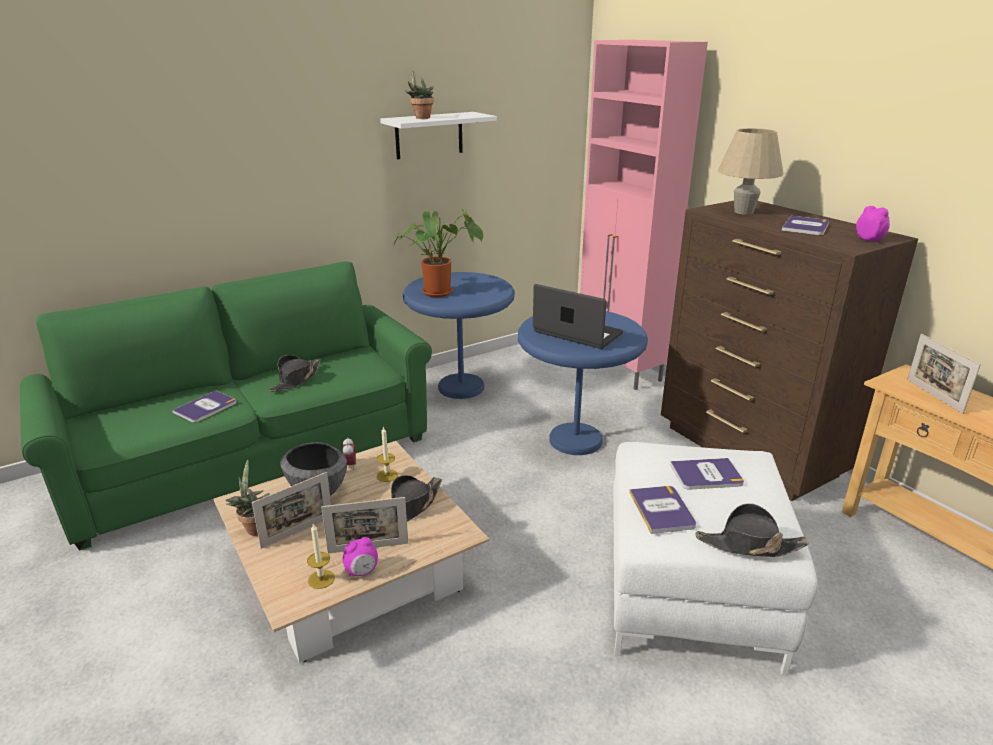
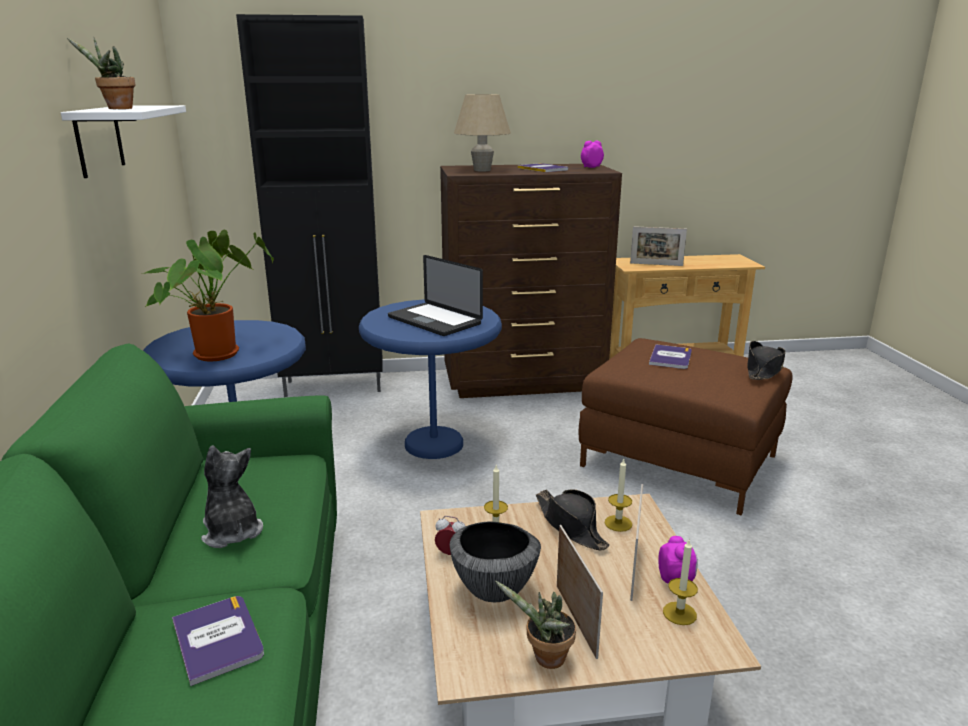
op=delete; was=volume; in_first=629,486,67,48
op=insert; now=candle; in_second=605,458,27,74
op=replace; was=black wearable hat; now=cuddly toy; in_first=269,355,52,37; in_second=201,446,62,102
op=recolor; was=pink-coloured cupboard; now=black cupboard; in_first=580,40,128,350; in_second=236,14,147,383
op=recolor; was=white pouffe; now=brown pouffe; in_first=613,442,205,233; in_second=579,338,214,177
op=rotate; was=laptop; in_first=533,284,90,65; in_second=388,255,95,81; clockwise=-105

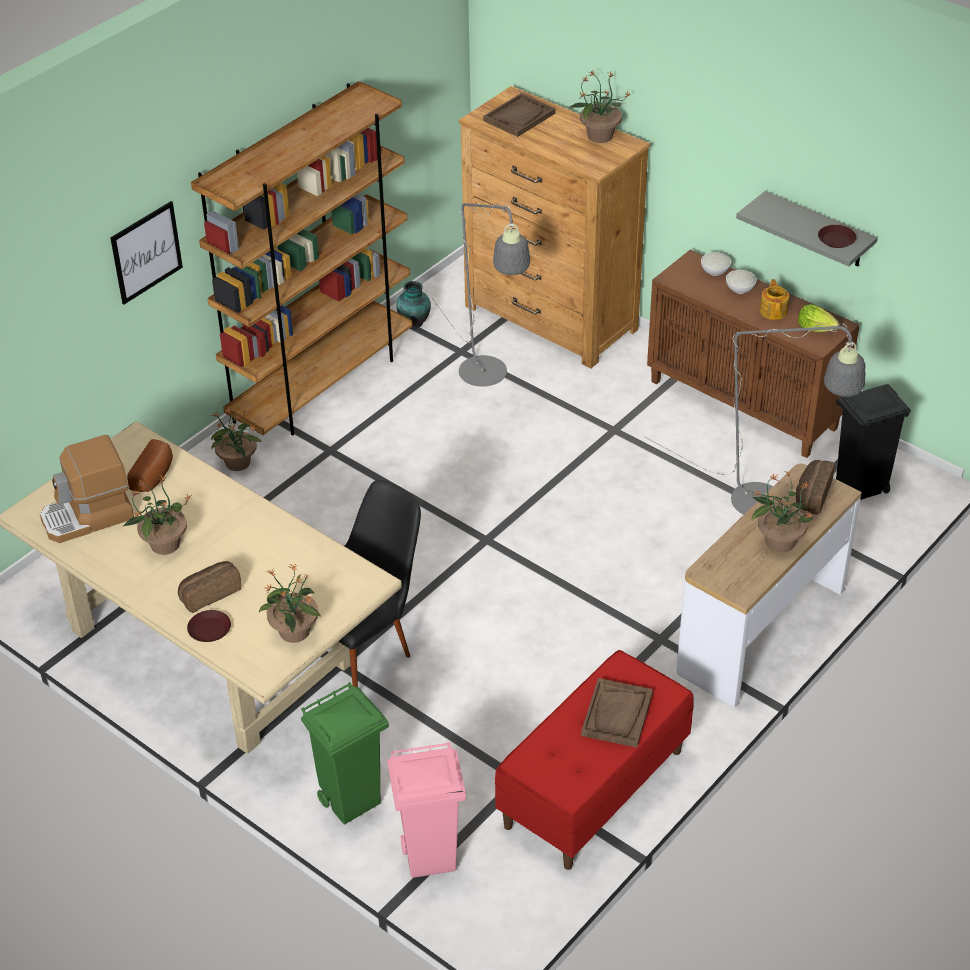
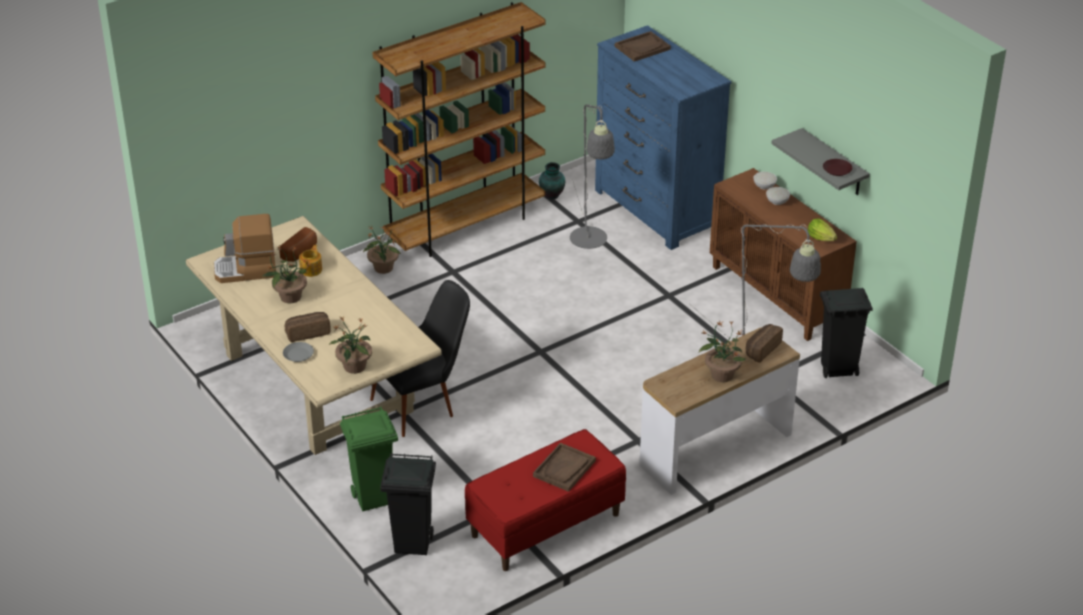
op=delete; was=wall art; in_first=110,201,73,103
op=delete; was=plant in a pot; in_first=569,71,61,72
op=move; was=pot for tea; in_first=760,279,29,41; in_second=299,245,23,32
op=recolor; was=brown plate; now=greyish plate; in_first=187,610,44,32; in_second=283,342,31,20
op=recolor; was=pink-coloured waste bin; now=black waste bin; in_first=387,742,79,136; in_second=380,454,56,101
op=recolor; was=brown chest of drawers; now=bluish chest of drawers; in_first=459,86,192,282; in_second=595,25,136,225

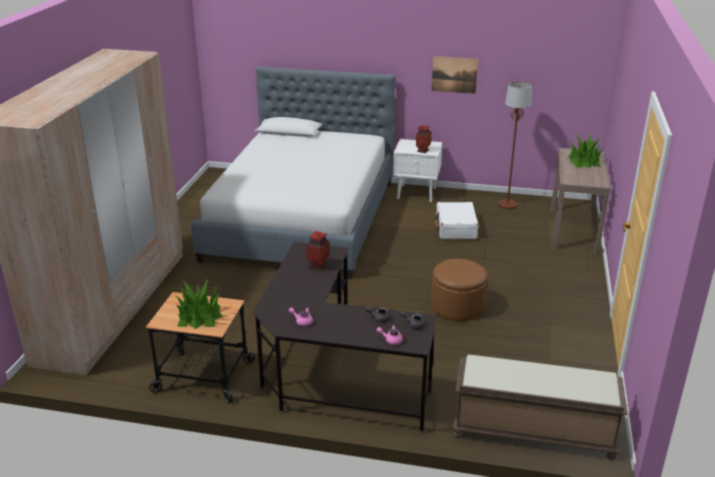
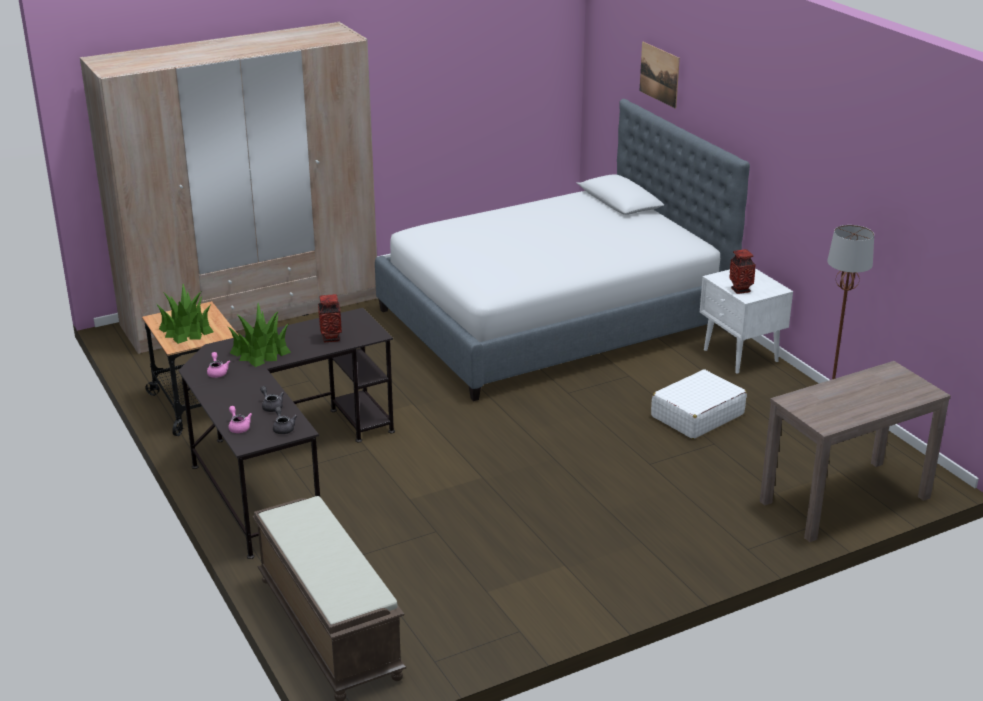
op=delete; was=brown pouffe; in_first=431,259,56,62
op=move; was=wall art; in_first=432,56,46,38; in_second=639,42,41,67
op=move; was=plant in a pot; in_first=568,133,35,35; in_second=227,303,64,64

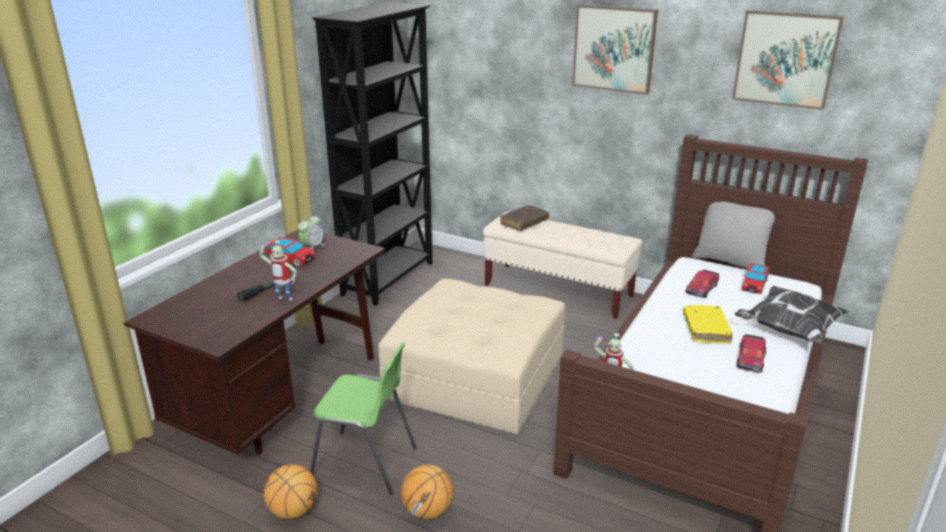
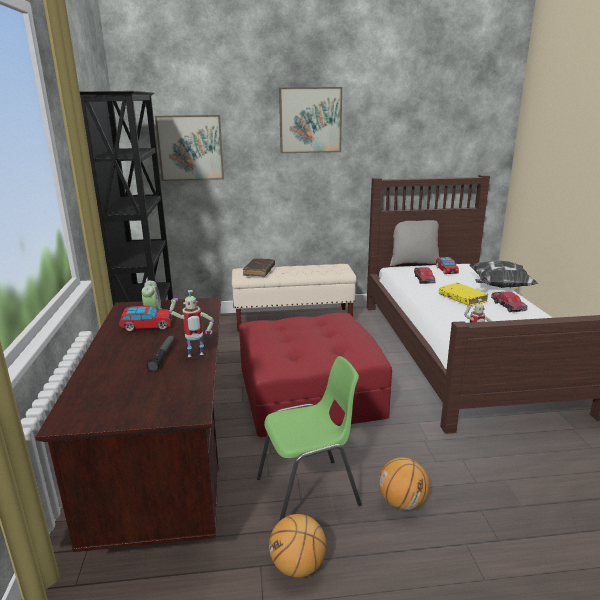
op=move; was=wall art; in_first=732,10,112,100; in_second=155,115,69,66
op=recolor; was=sand-coloured pouffe; now=red-coloured pouffe; in_first=378,279,187,155; in_second=239,313,153,124

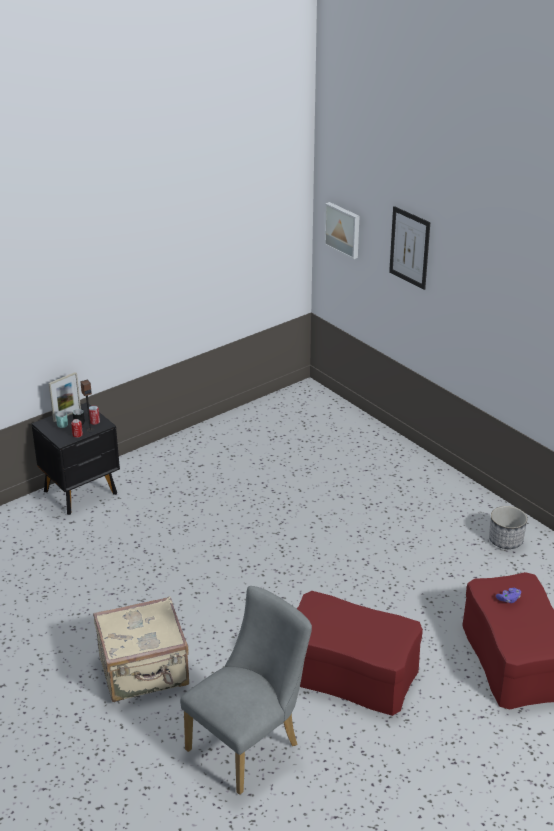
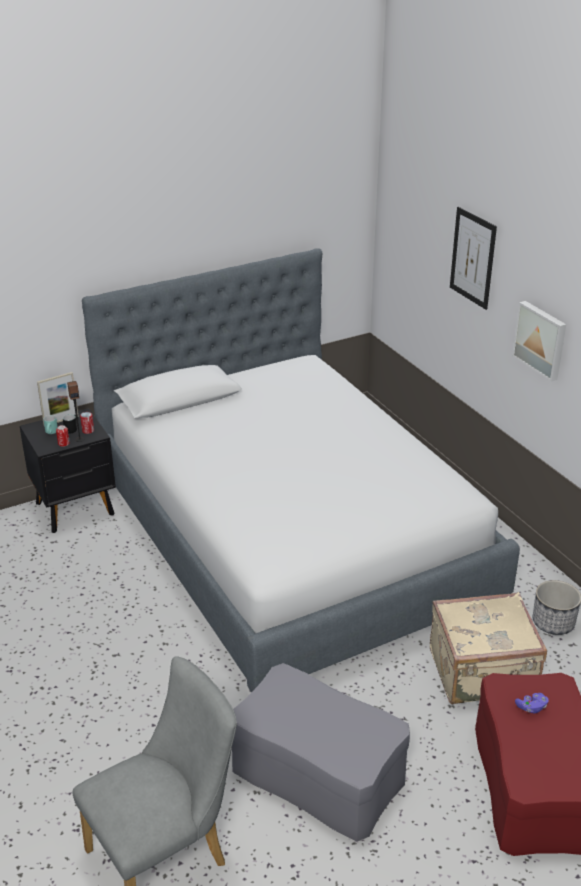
op=insert; now=sleeping bed; in_second=82,249,438,443
op=move; was=sand-coloured travel case; in_first=93,596,96,106; in_second=430,592,117,112
op=move; was=wall art; in_first=324,202,36,57; in_second=512,301,54,81
op=recolor; was=red-coloured pouffe; now=greyish pouffe; in_first=297,591,126,125; in_second=232,663,178,178

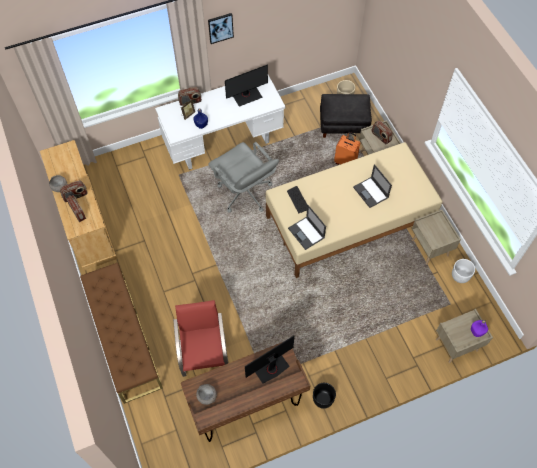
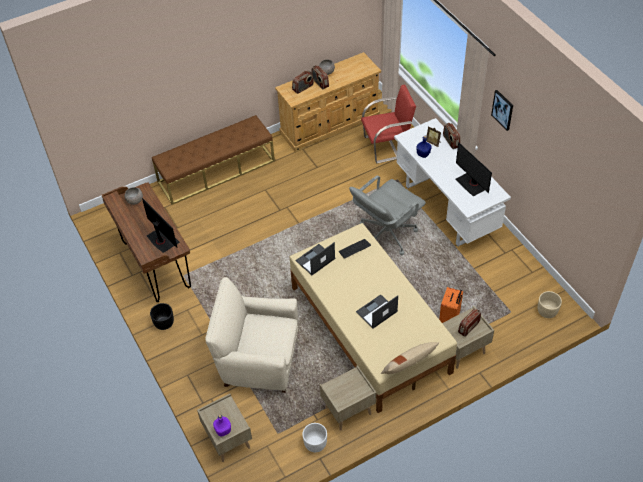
op=delete; was=black pouffe; in_first=320,94,52,44
op=insert; now=sand-coloured armchair; in_second=205,277,93,116
op=insert; now=sand-coloured pillow; in_second=381,342,58,32
op=move; was=red-coloured upright chair; in_first=173,300,55,77; in_second=361,85,55,78

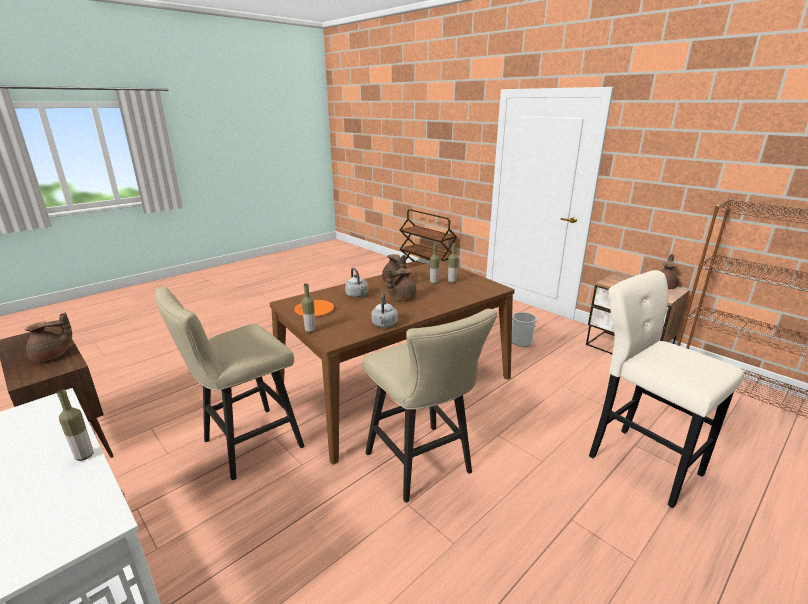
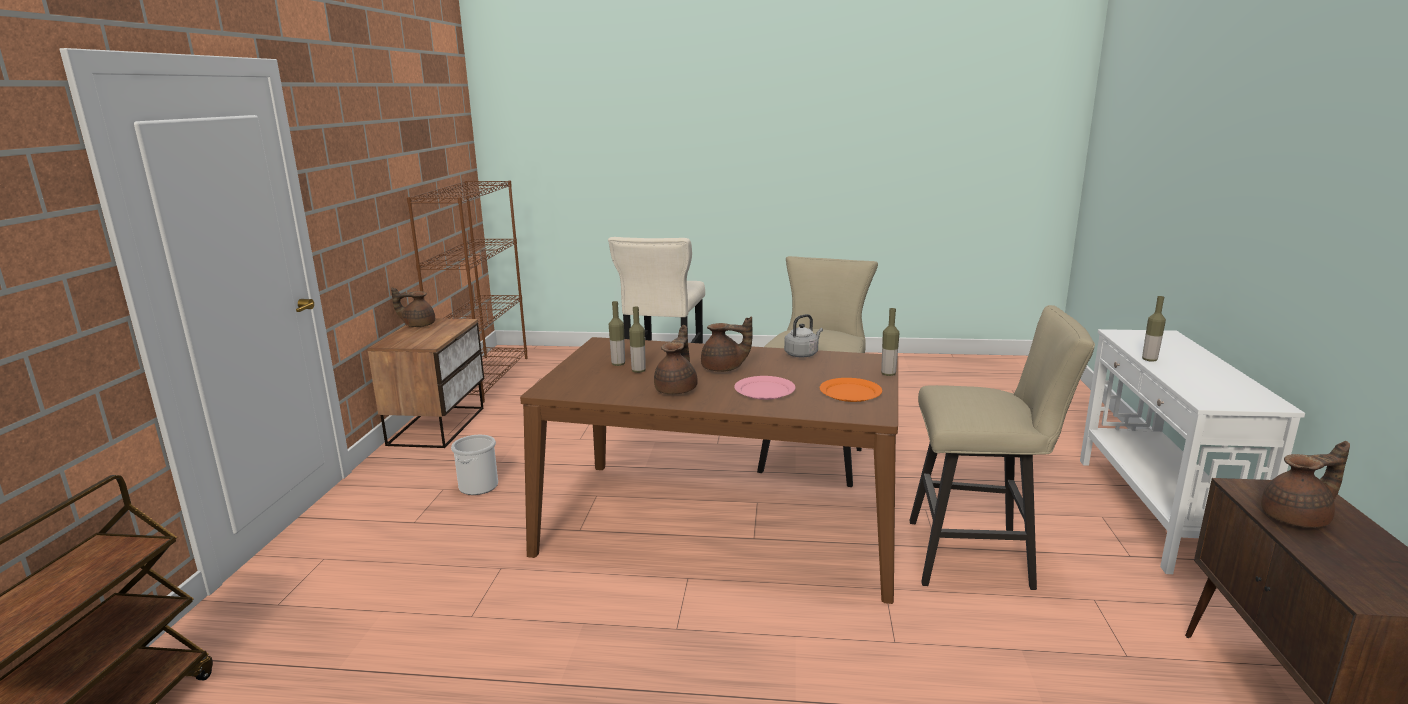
op=replace; was=greyish kettle; now=pink-coloured plate; in_first=345,268,23,30; in_second=734,376,62,24
op=rotate; was=brown pot for tea; in_first=25,312,47,50; in_second=1261,441,89,87; clockwise=150

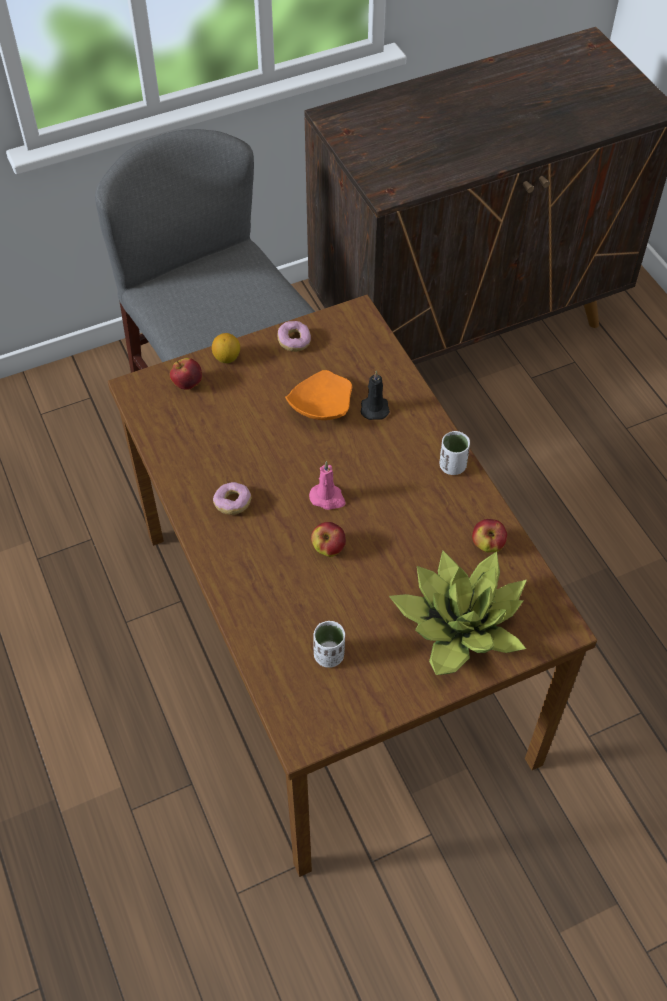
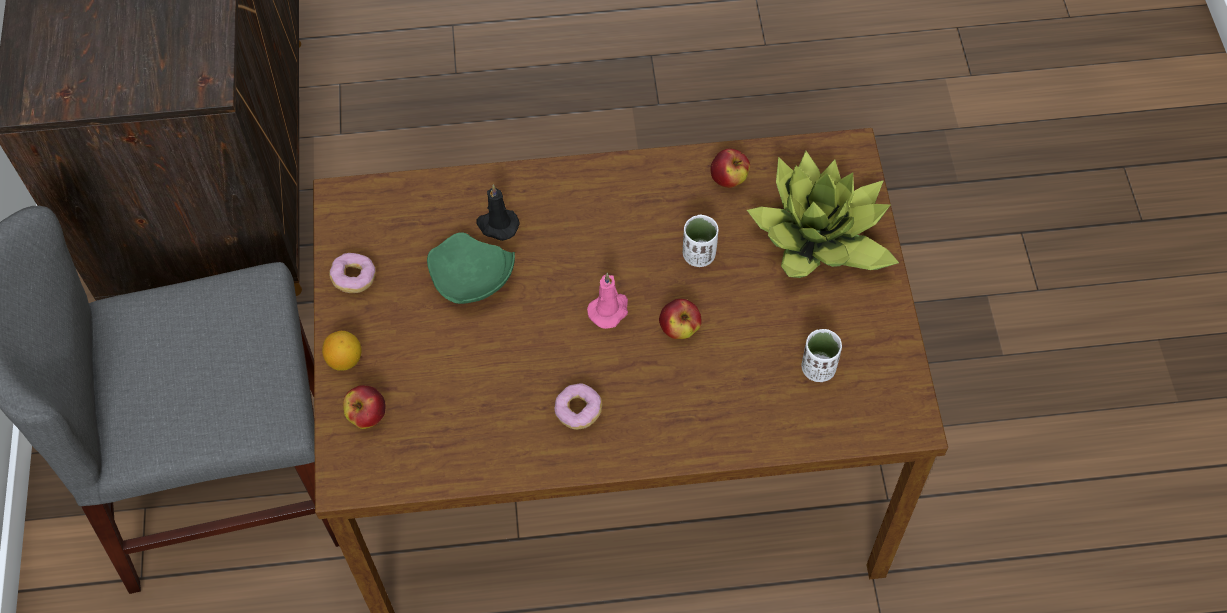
op=move; was=white small cup; in_first=440,431,30,44; in_second=683,214,35,53
op=recolor; was=orangey plate; now=green-coloured plate; in_first=285,370,67,50; in_second=427,232,88,72

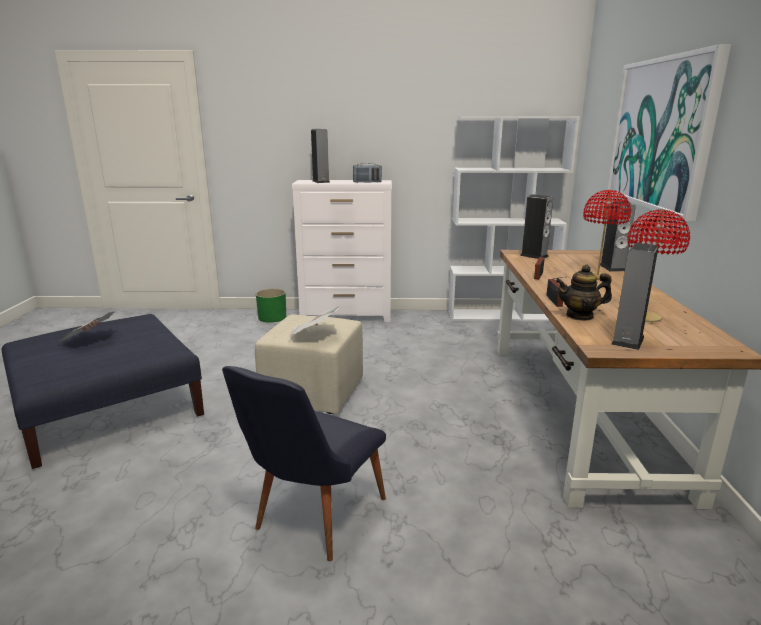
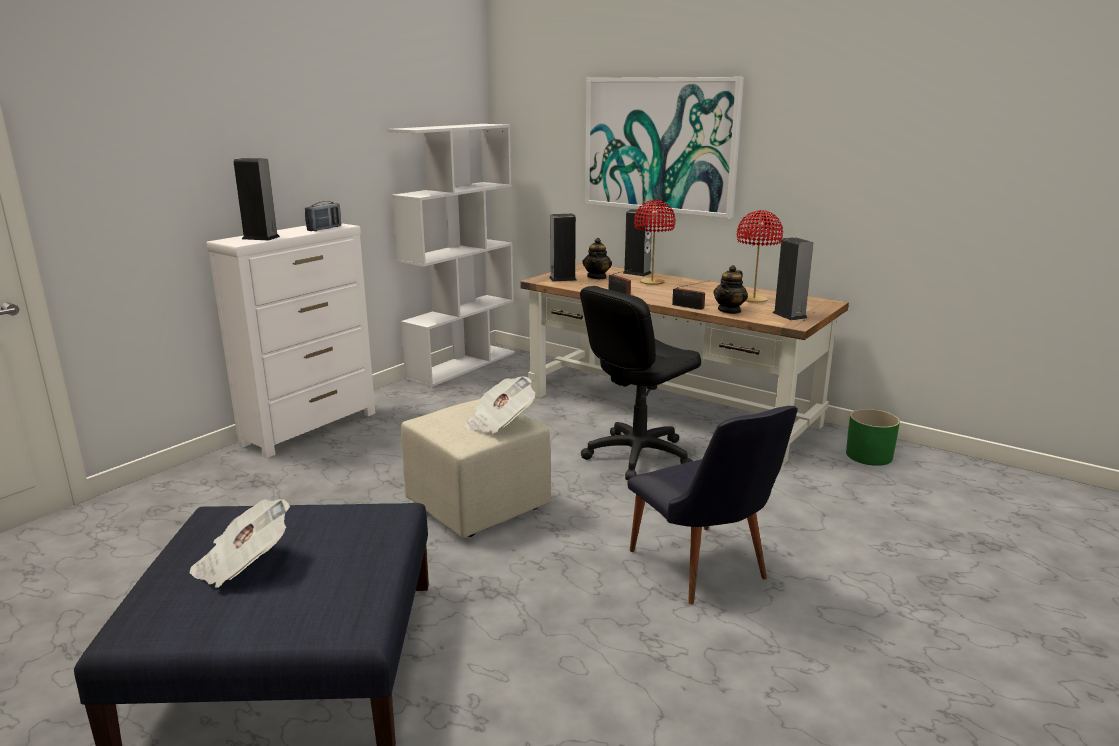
op=insert; now=black office chair; in_second=580,286,121,194
op=insert; now=pot for tea; in_second=582,238,30,41
op=move; was=green-coloured plant pot; in_first=256,289,30,34; in_second=846,409,54,57

